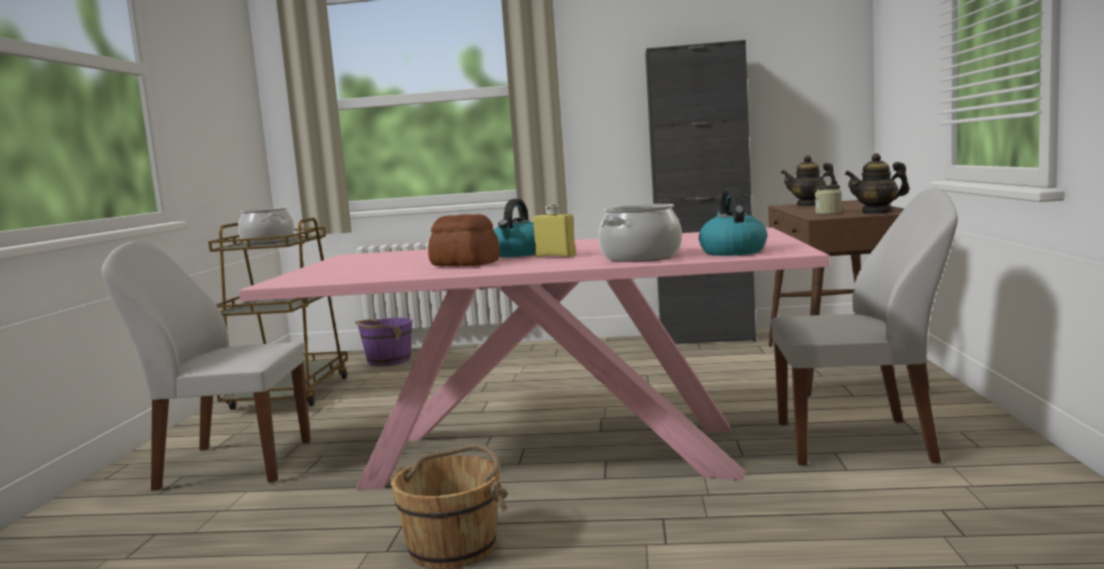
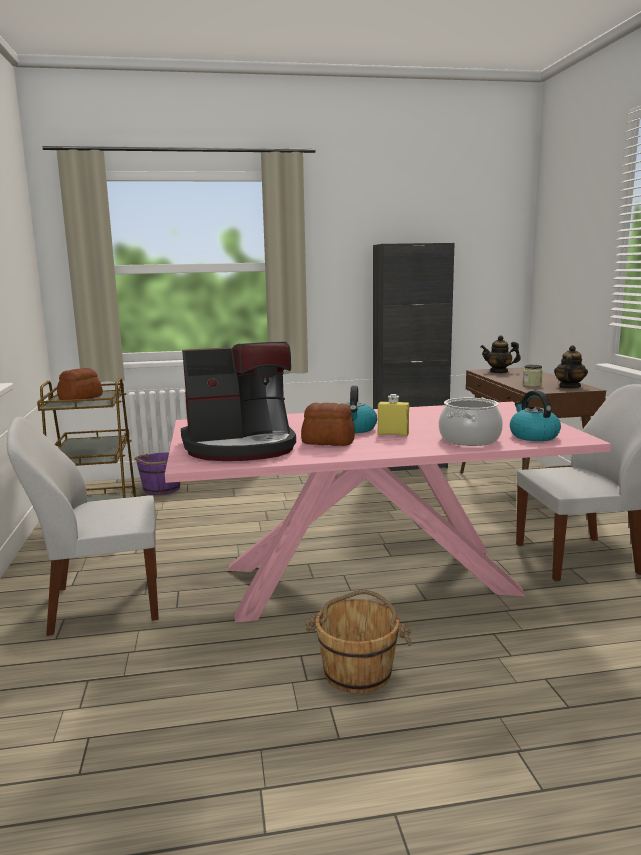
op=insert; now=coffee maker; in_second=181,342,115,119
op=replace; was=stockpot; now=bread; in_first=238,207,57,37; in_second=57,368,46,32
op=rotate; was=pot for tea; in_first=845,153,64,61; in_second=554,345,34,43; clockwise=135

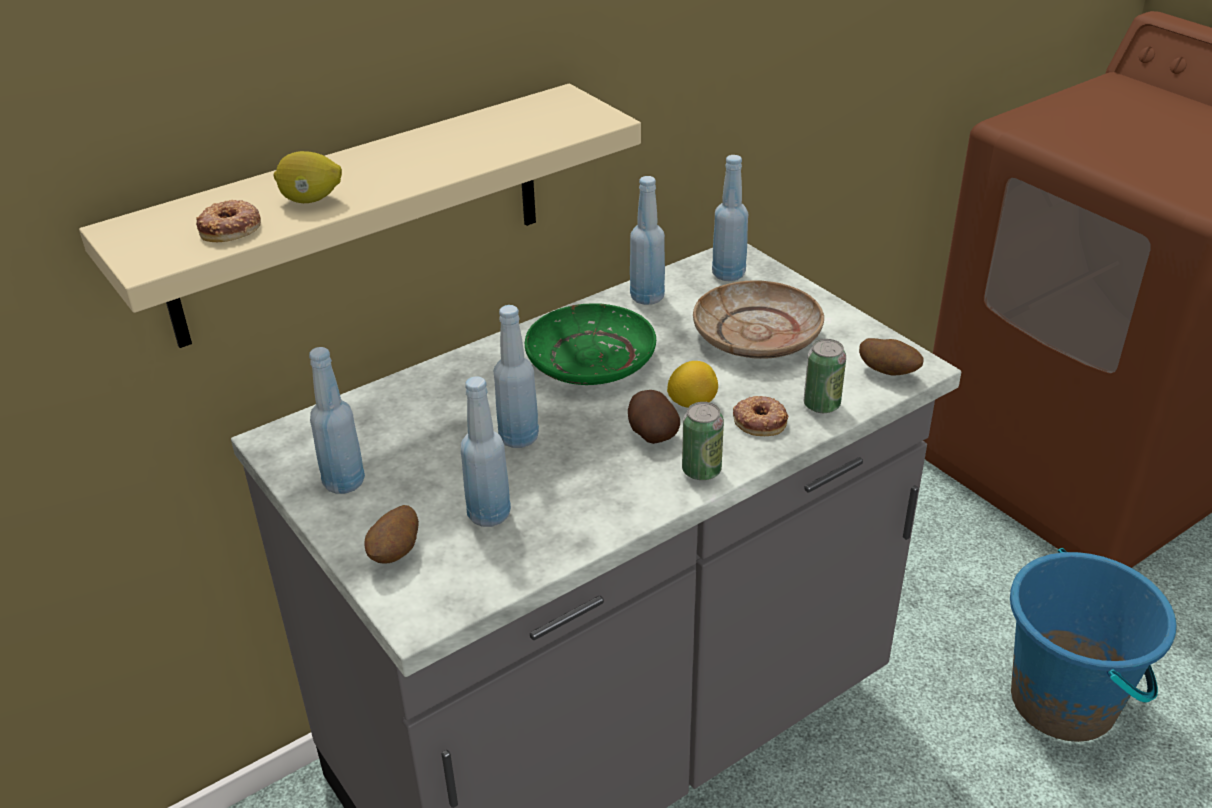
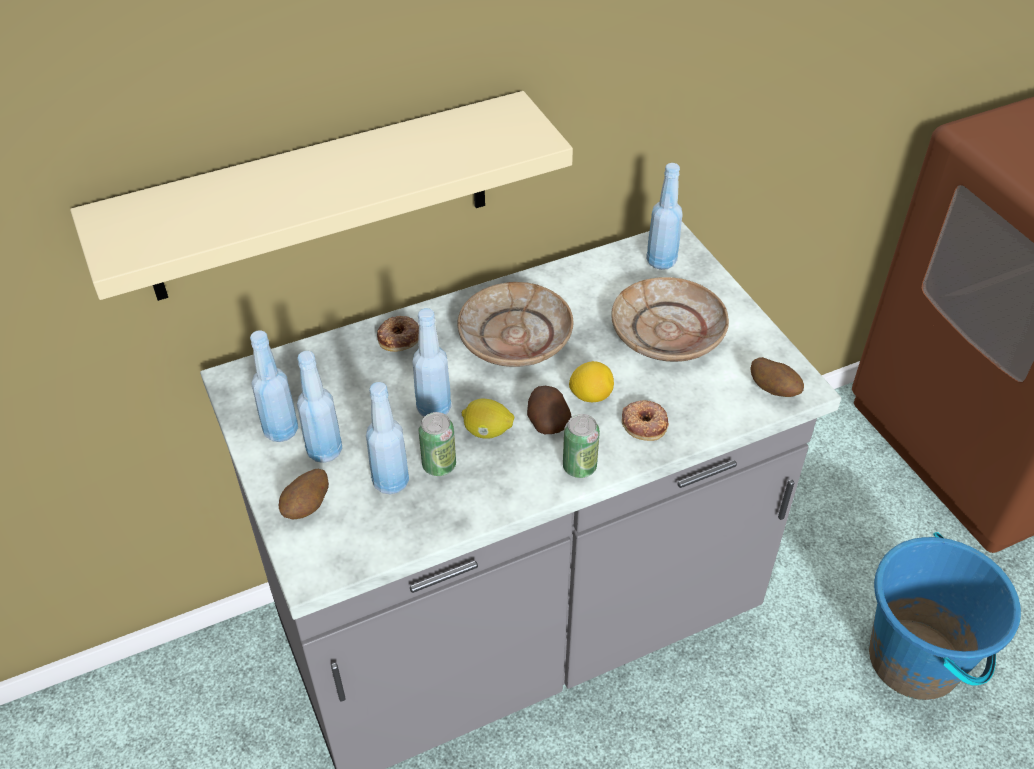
op=move; was=doughnut; in_first=196,200,65,42; in_second=377,316,42,36
op=move; was=lemon; in_first=274,151,68,52; in_second=462,399,52,40
op=move; was=bluish bottle; in_first=630,176,35,129; in_second=297,351,45,112
op=move; was=metal can; in_first=804,339,42,74; in_second=419,412,37,64
op=recolor; was=green-coloured plate; now=sand-coloured plate; in_first=525,303,131,82; in_second=457,282,116,85

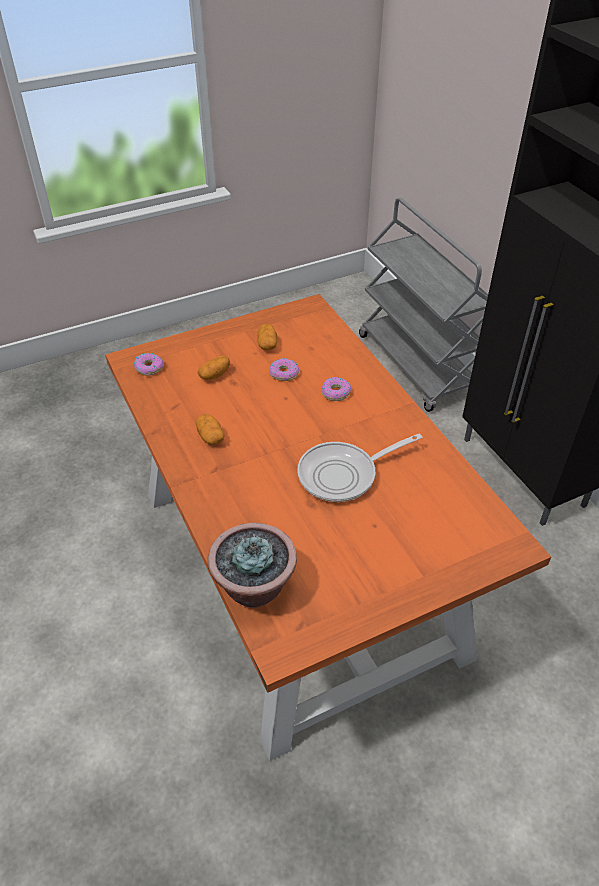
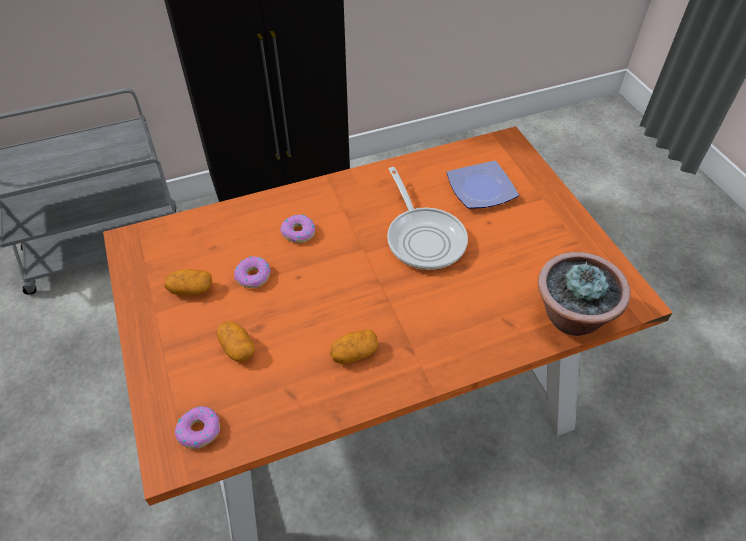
op=insert; now=plate; in_second=447,161,72,48

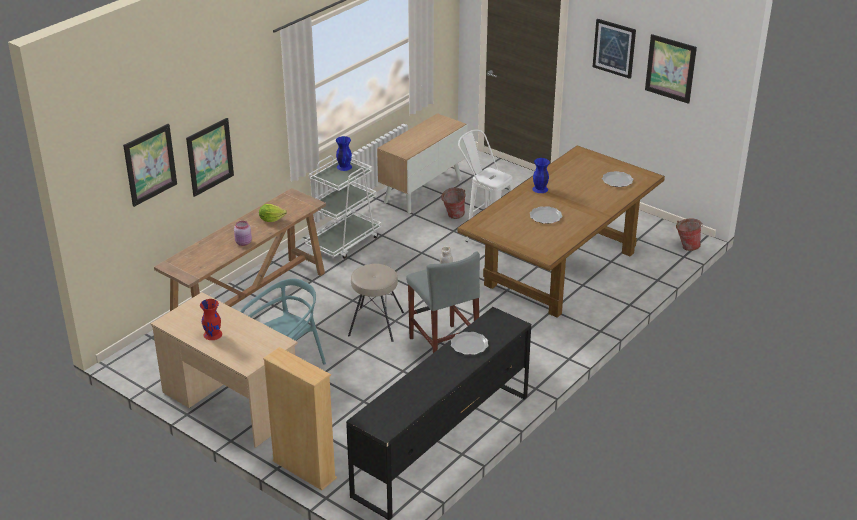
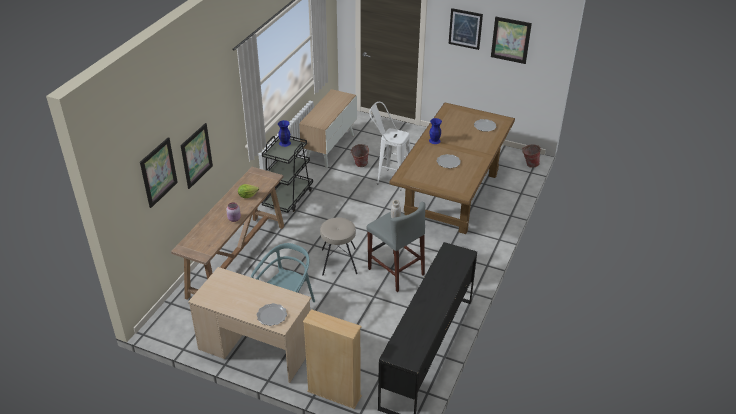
op=delete; was=red-coloured flower vase; in_first=200,299,22,41
op=move; was=plate; in_first=451,332,38,23; in_second=256,303,31,23
op=recolor; was=white trolley; now=black trolley; in_first=305,155,76,104; in_second=262,136,51,77

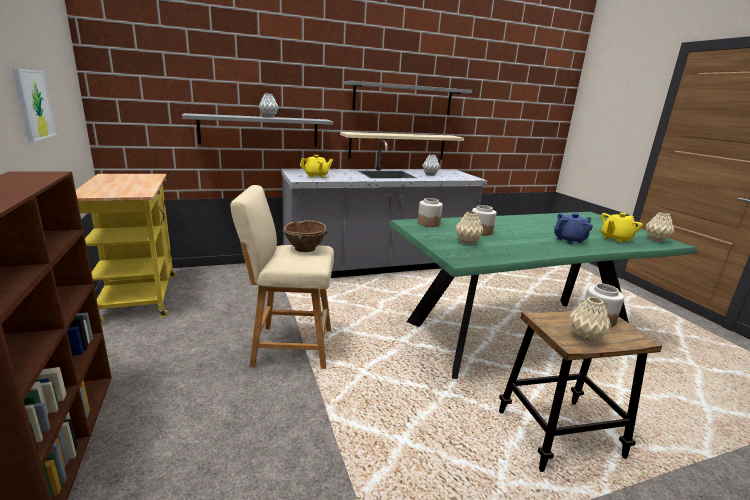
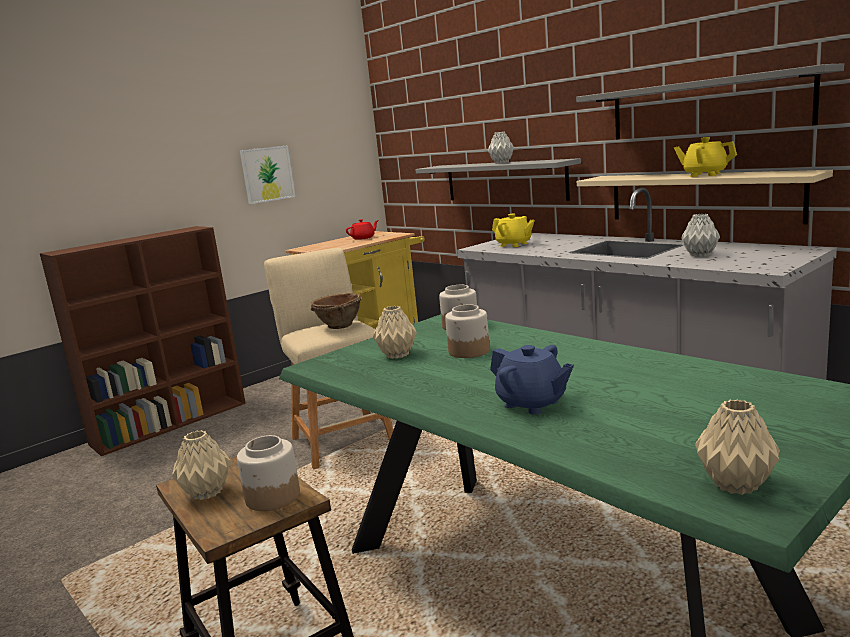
op=insert; now=red-coloured pot for tea; in_second=346,219,33,21
op=move; was=yellow-coloured pot for tea; in_first=601,213,42,30; in_second=674,137,63,40

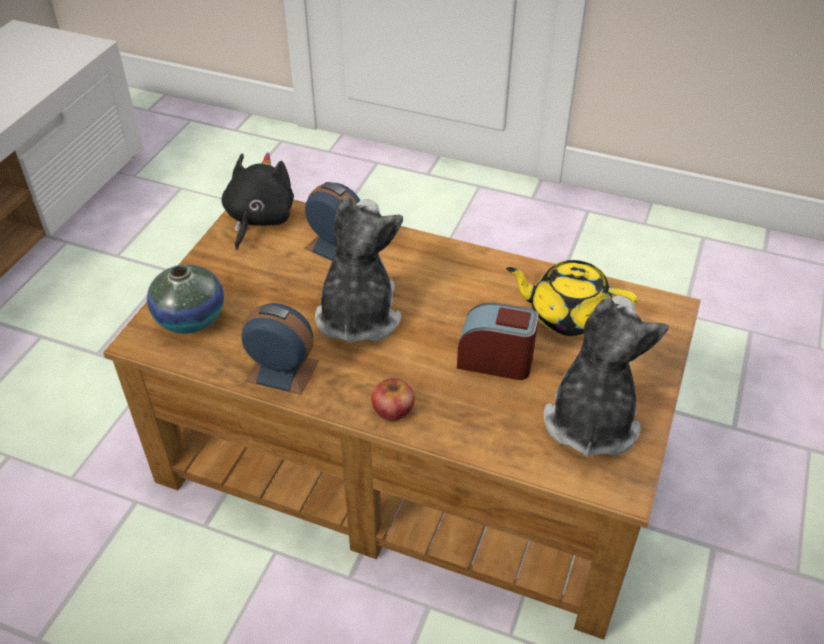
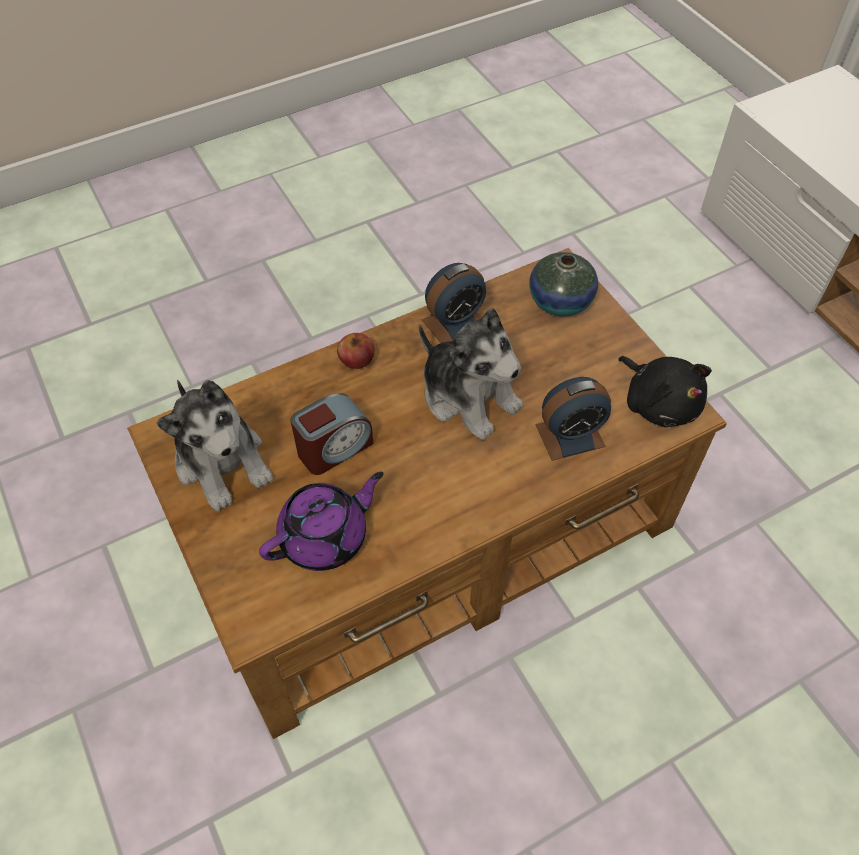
op=recolor; was=yellow-coloured pot for tea; now=purplish pot for tea; in_first=506,260,131,76; in_second=259,472,125,99

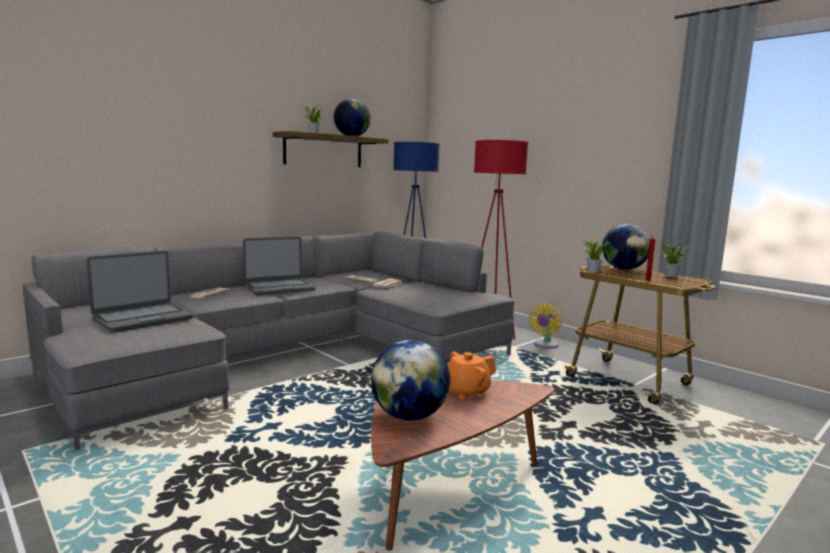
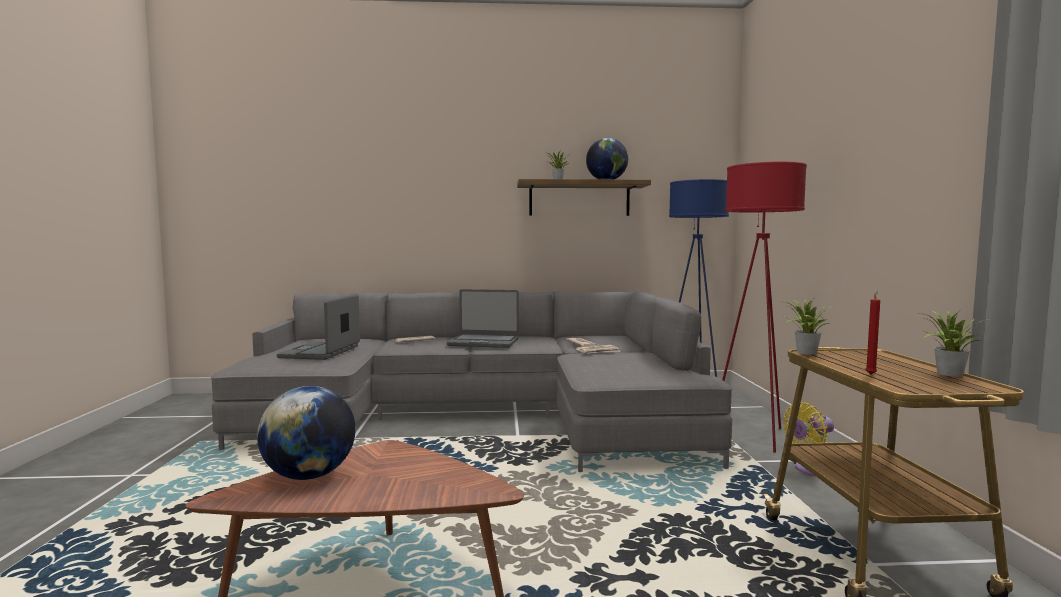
op=delete; was=orangey pot for tea; in_first=448,352,48,47
op=delete; was=desk globe; in_first=602,224,48,46
op=rotate; was=laptop; in_first=86,251,107,81; in_second=277,294,83,66; clockwise=105

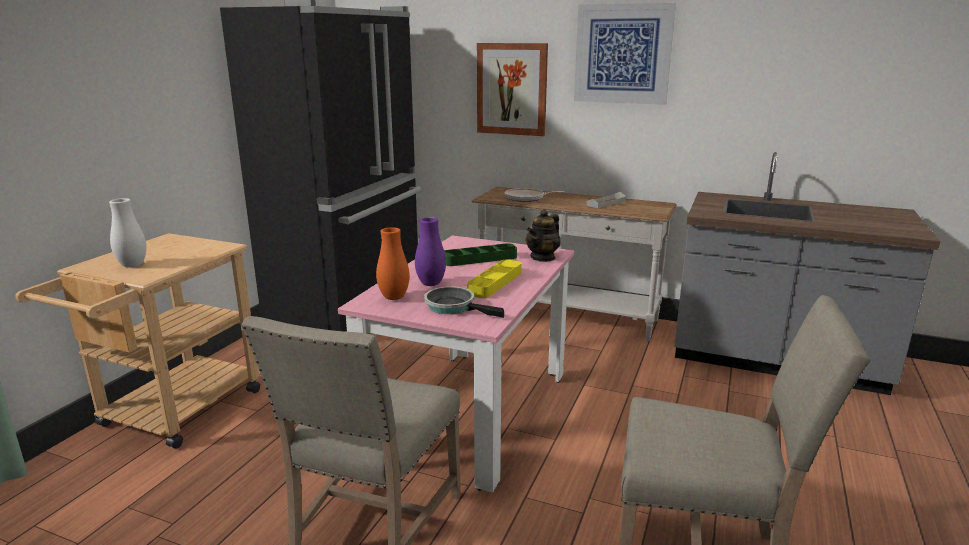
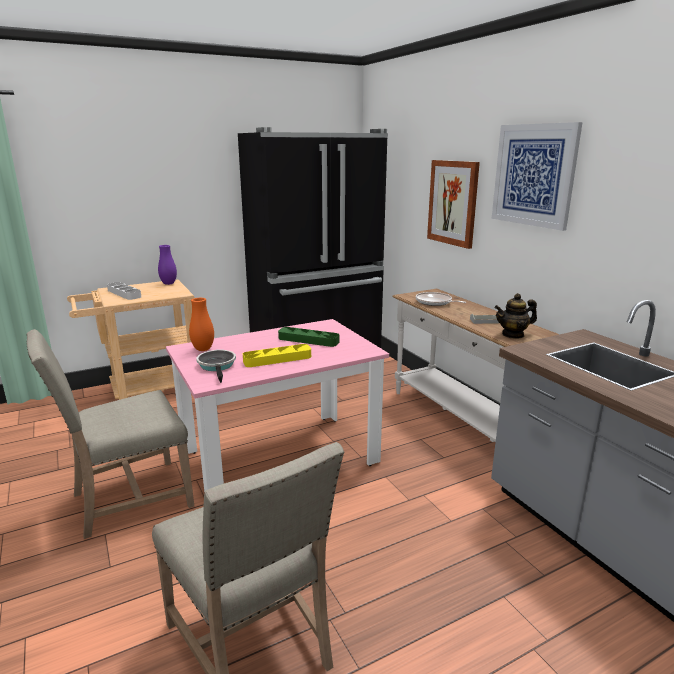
op=move; was=purplish flower vase; in_first=415,217,31,69; in_second=158,245,19,40
op=move; was=pot for tea; in_first=526,209,34,53; in_second=495,293,42,46
op=replace; was=white flower vase; now=greyish carrying tray; in_first=109,198,37,70; in_second=107,282,34,18

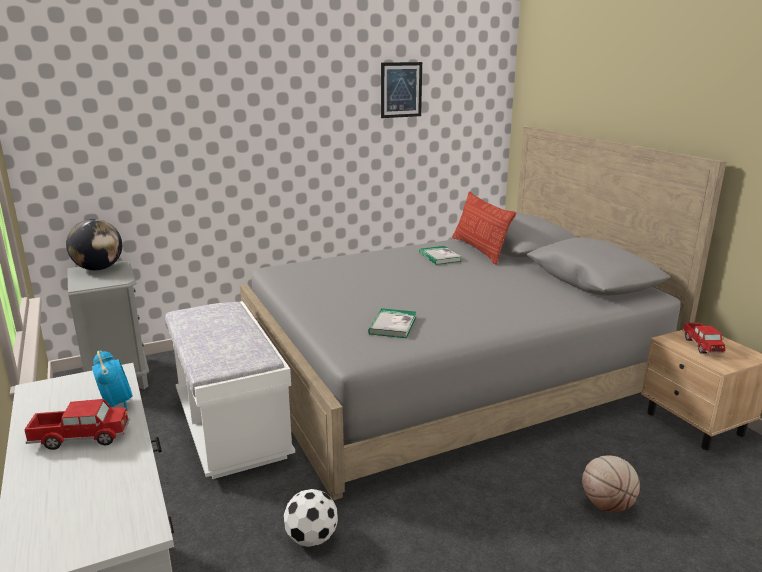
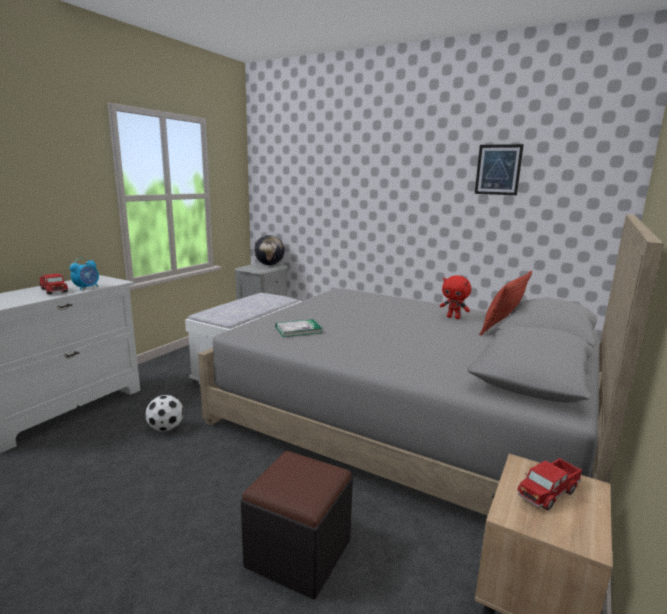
op=replace; was=volume; now=red-coloured cuddly toy; in_first=419,246,43,19; in_second=440,275,31,44
op=replace; was=basketball ball; now=black pouffe; in_first=582,455,58,57; in_second=241,451,112,148

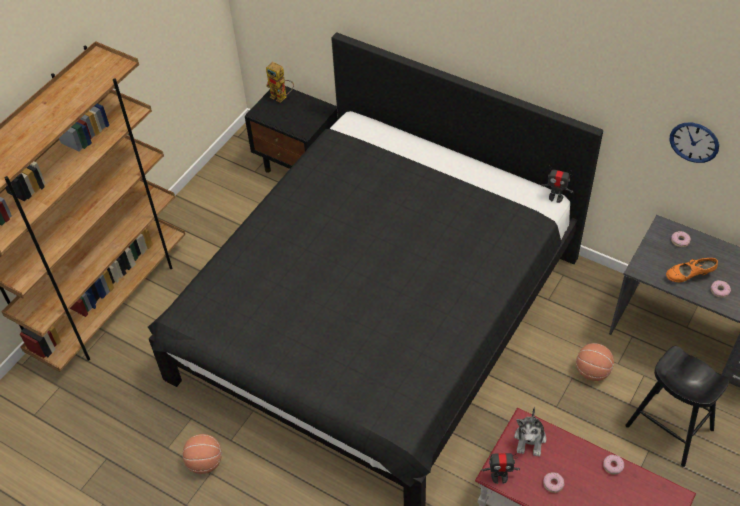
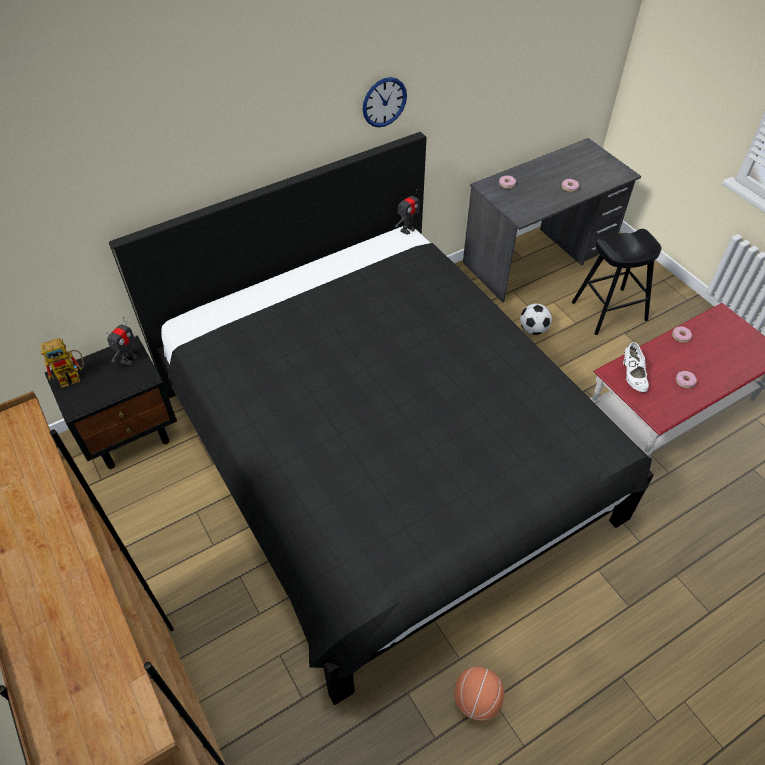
op=delete; was=orangey item of footwear; in_first=666,258,52,24
op=move; was=robot figure; in_first=481,453,39,31; in_second=106,317,31,48
op=move; was=hanging clock; in_first=670,123,49,40; in_second=362,77,45,50
op=replace; was=cuddly toy; now=white item of footwear; in_first=514,407,32,49; in_second=623,342,26,50
op=replace; was=basketball ball; now=ball for football; in_first=576,343,38,38; in_second=520,303,32,32

